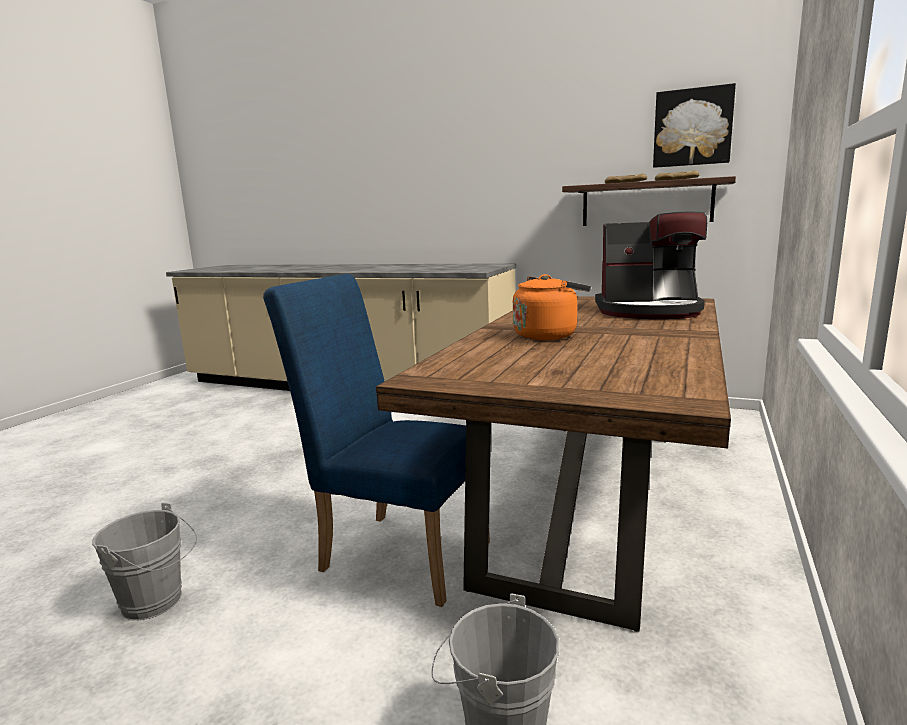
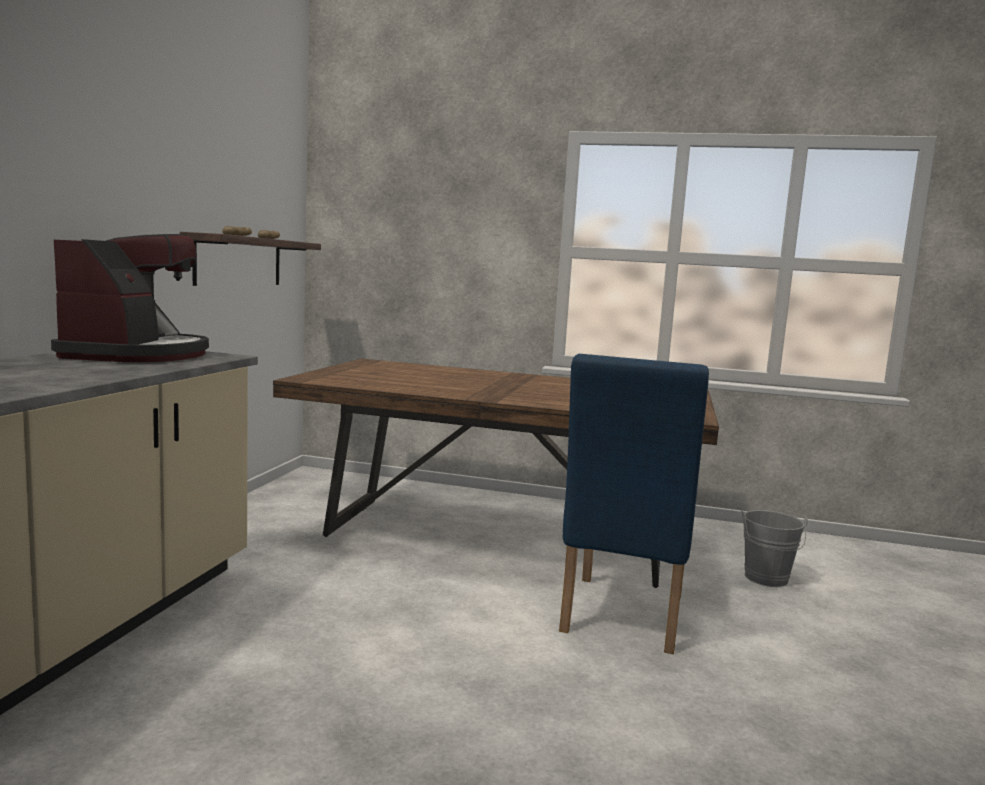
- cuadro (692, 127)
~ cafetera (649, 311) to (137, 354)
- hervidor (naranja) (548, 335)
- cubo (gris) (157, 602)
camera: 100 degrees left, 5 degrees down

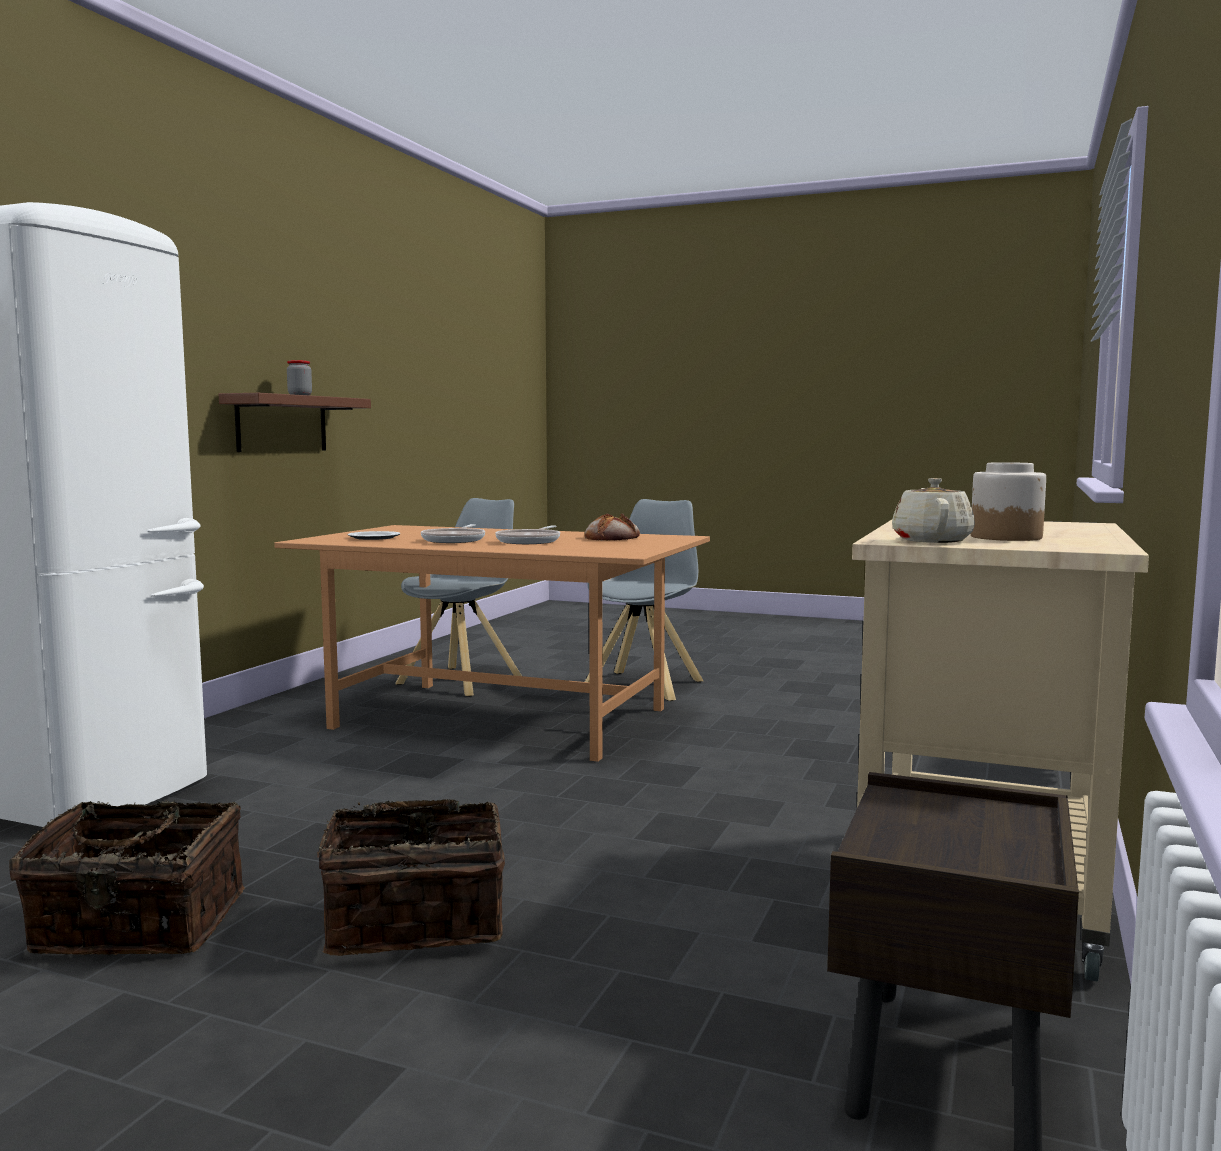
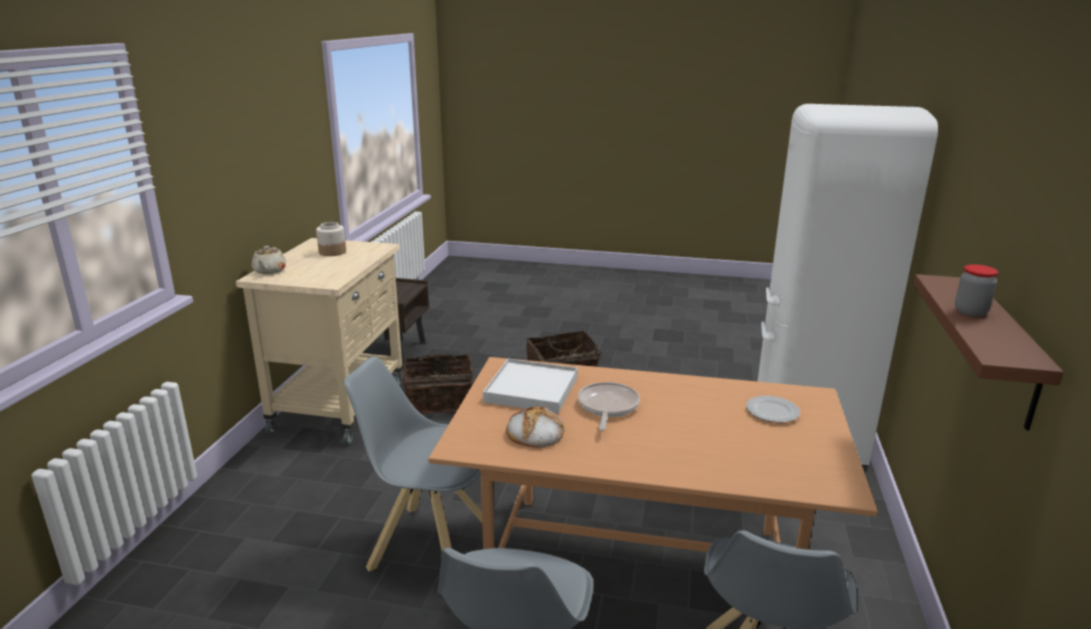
~ tetera (beis) (932, 540) to (269, 271)
- sartén (455, 540)
~ cesta (137, 926) to (439, 401)
+ silla (gris) (427, 544)
+ bandeja (blanco) (532, 389)
camera: 170 degrees right, 15 degrees up

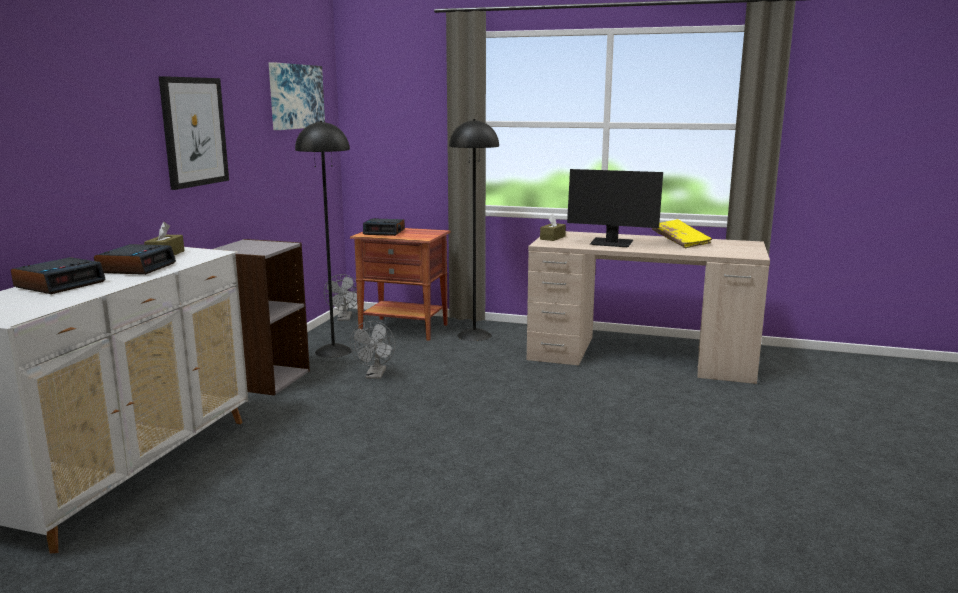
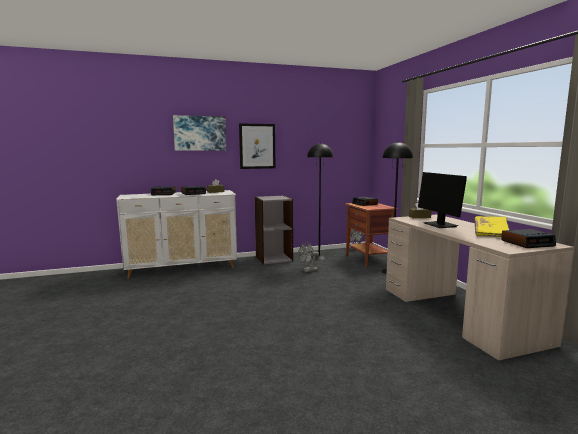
~ cuadro (295, 96) to (200, 133)
+ despertador (527, 243)
camera: 55 degrees right, 5 degrees down

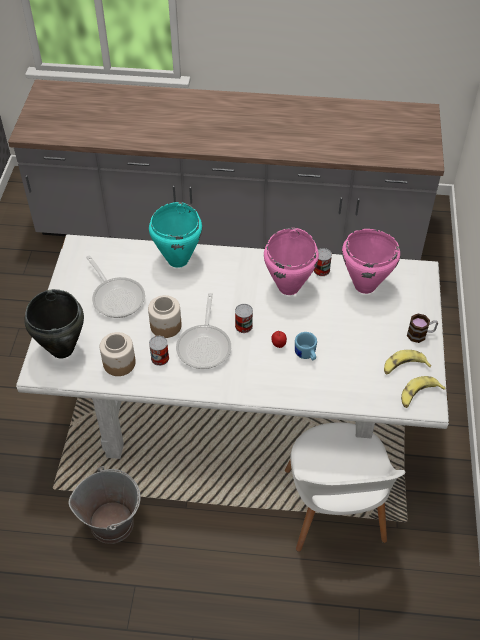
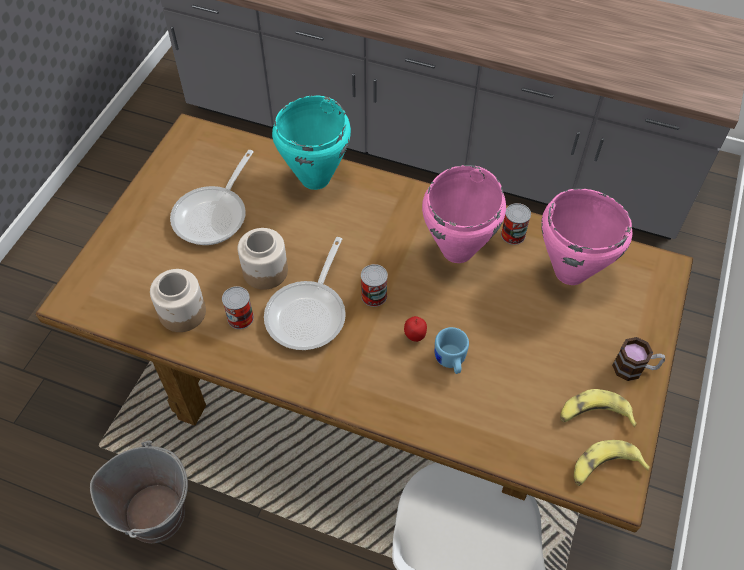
~ mesa de comedor (blanco) (241, 405) to mesa de comedor (marrón) (374, 388)
~ sartén (117, 297) = (214, 215) 45 degrees clockwise
- olla (negro) (62, 350)
camera: 15 degrees right, 5 degrees up

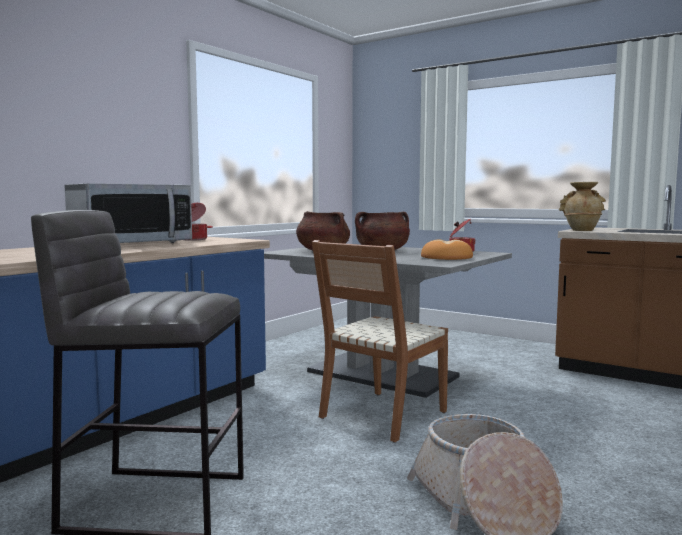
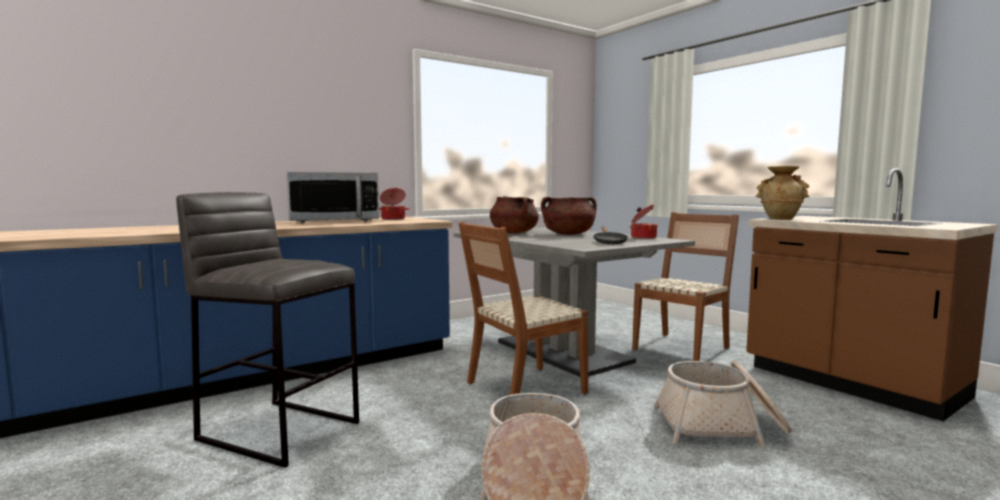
~ pan (446, 257) to sartén (negro) (609, 242)
+ silla (682, 348)
+ cesta (720, 427)
camera: 20 degrees right, 0 degrees up

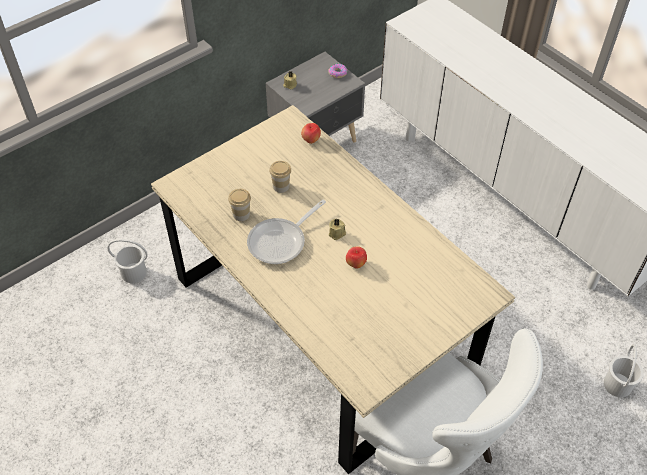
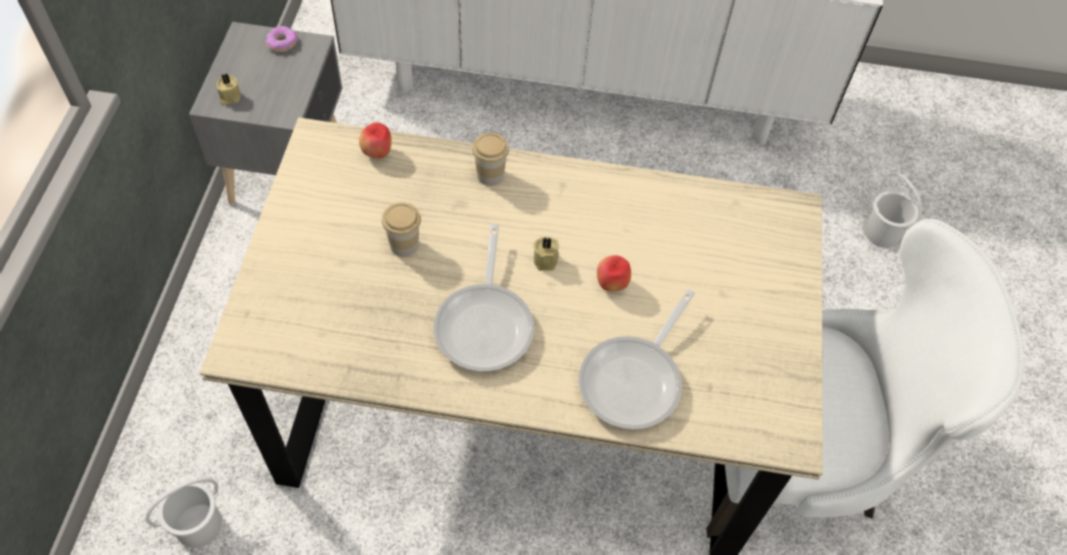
~ taza (241, 214) to (490, 175)
+ sartén (635, 379)
camera: 45 degrees left, 5 degrees up

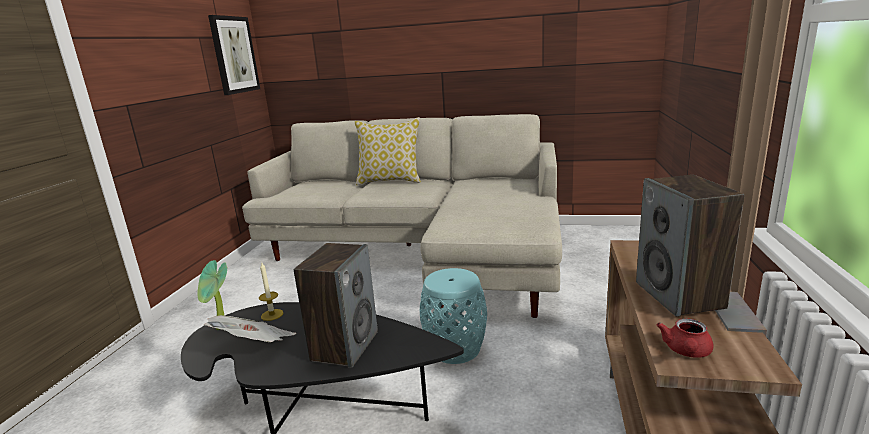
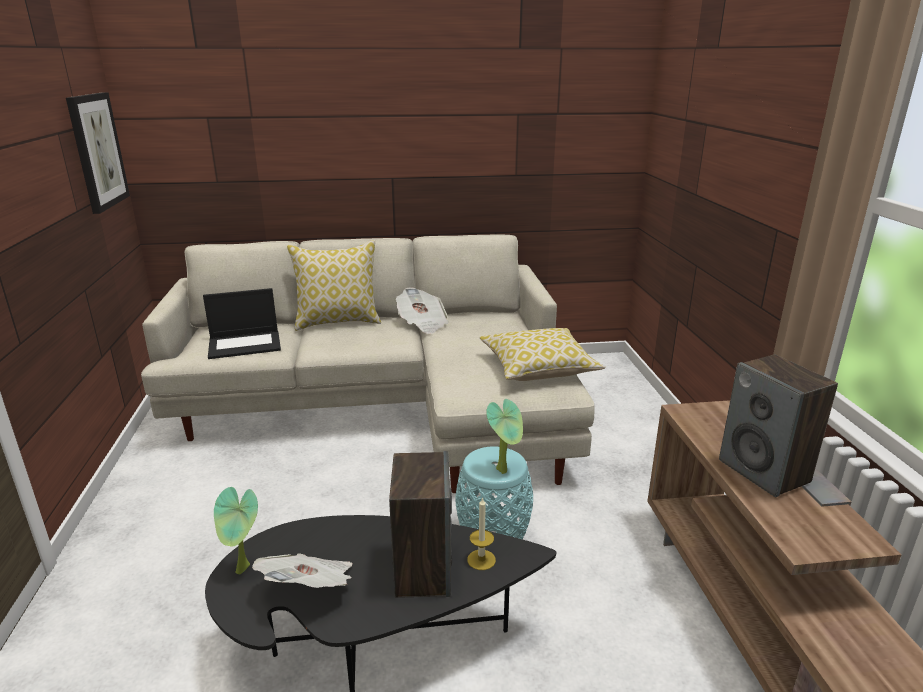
~ vela (272, 315) to (481, 560)
- tetera (rojo) (686, 352)
+ periódico (422, 324)
+ portátil (245, 344)
+ cojín (538, 368)
+ planta en maceta (504, 470)
camera: 20 degrees left, 5 degrees up

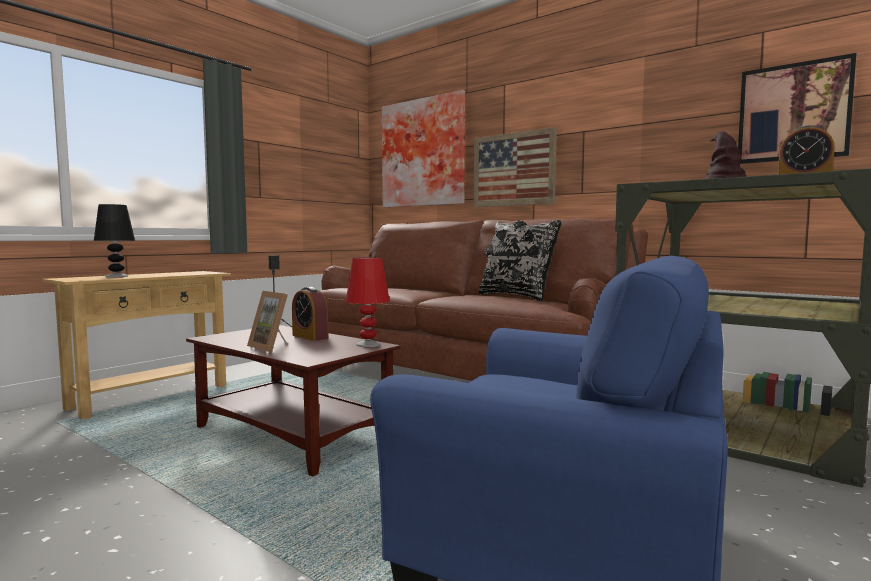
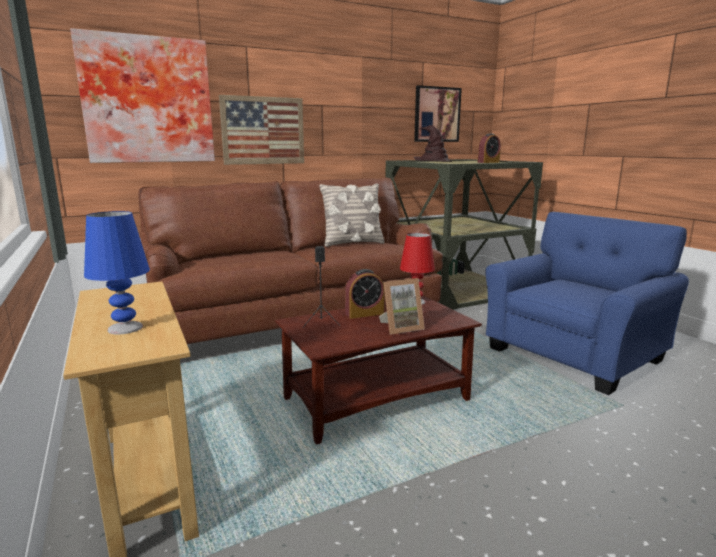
~ lámpara de mesa (negro) (116, 276) to lámpara de mesa (azul) (125, 328)
~ cojín (negro) (515, 297) to cojín (beis) (352, 243)
camera: 65 degrees left, 10 degrees up

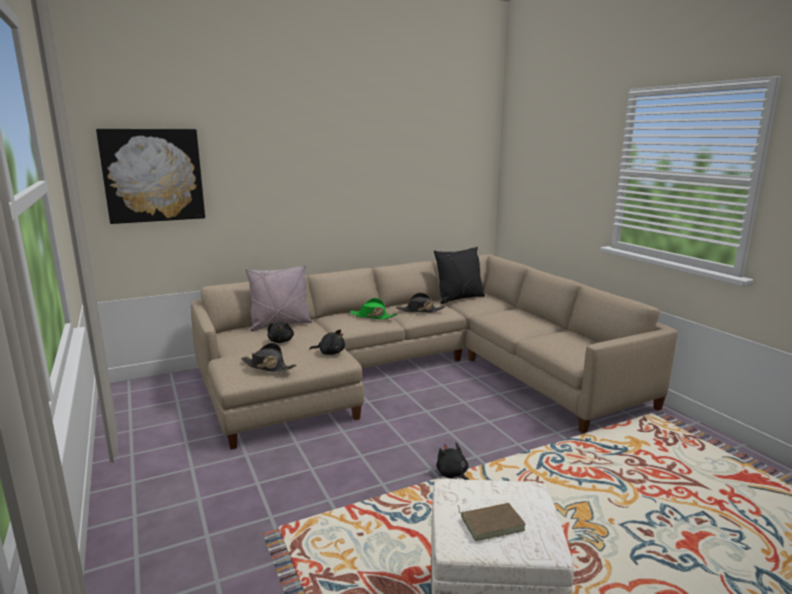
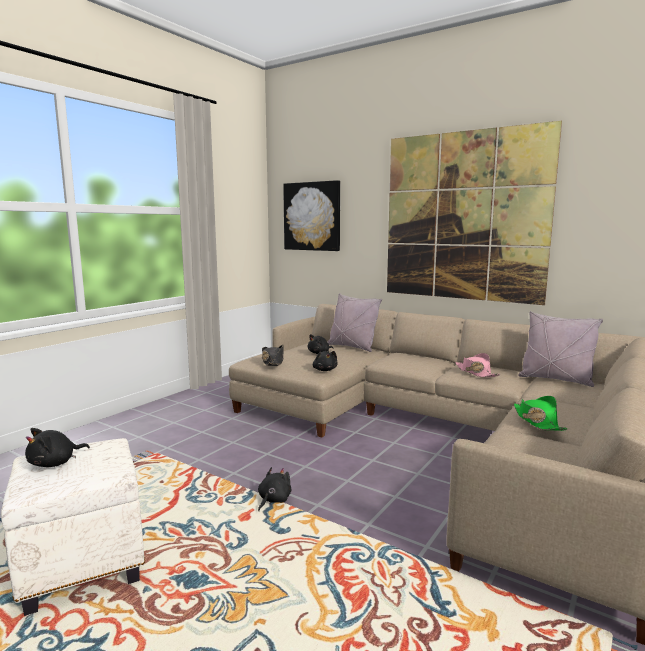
~ cojín (negro) (459, 298) to cojín (morado) (555, 379)
~ sombrero (negro) (420, 310) to sombrero (rosa) (475, 372)
~ sombrero (verde) (372, 316) to (537, 421)
~ libro (marrón) (491, 522) to peluche (negro) (55, 463)
+ cuadro (464, 217)
camera: 60 degrees right, 5 degrees down

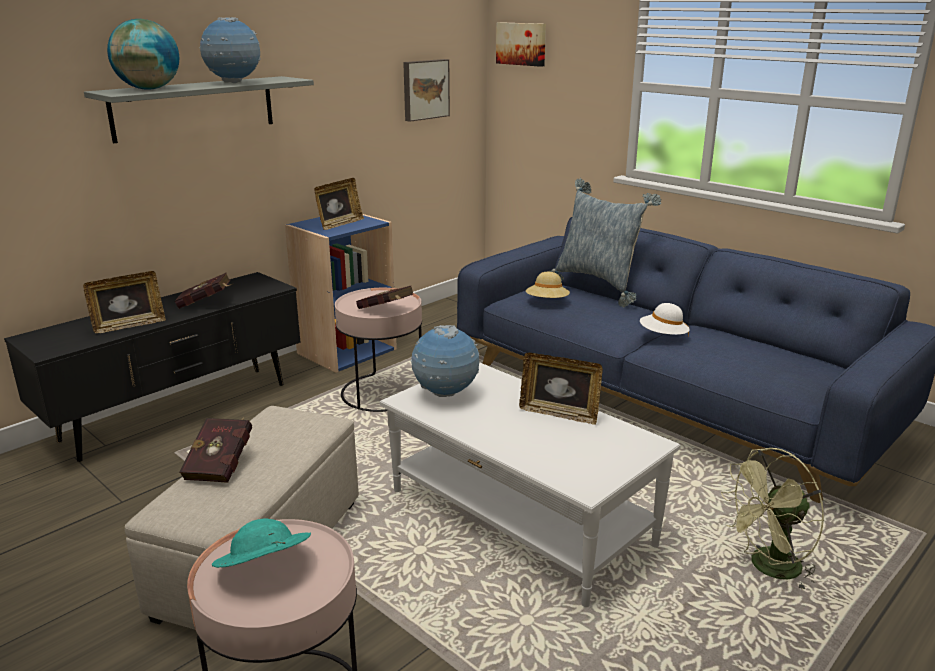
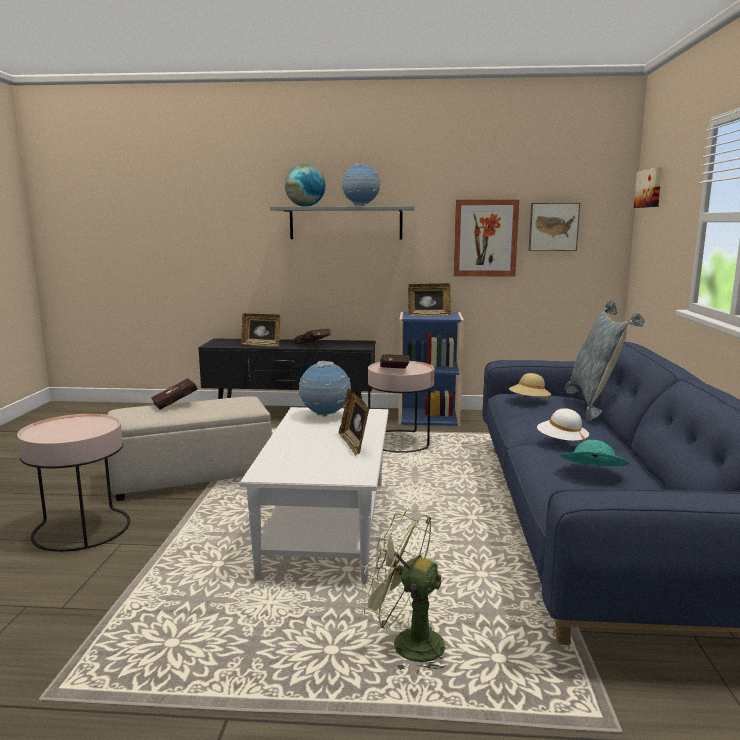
~ sombrero (turquesa) (264, 569) to (592, 474)
+ cuadro (485, 238)
camera: 50 degrees right, 10 degrees down

